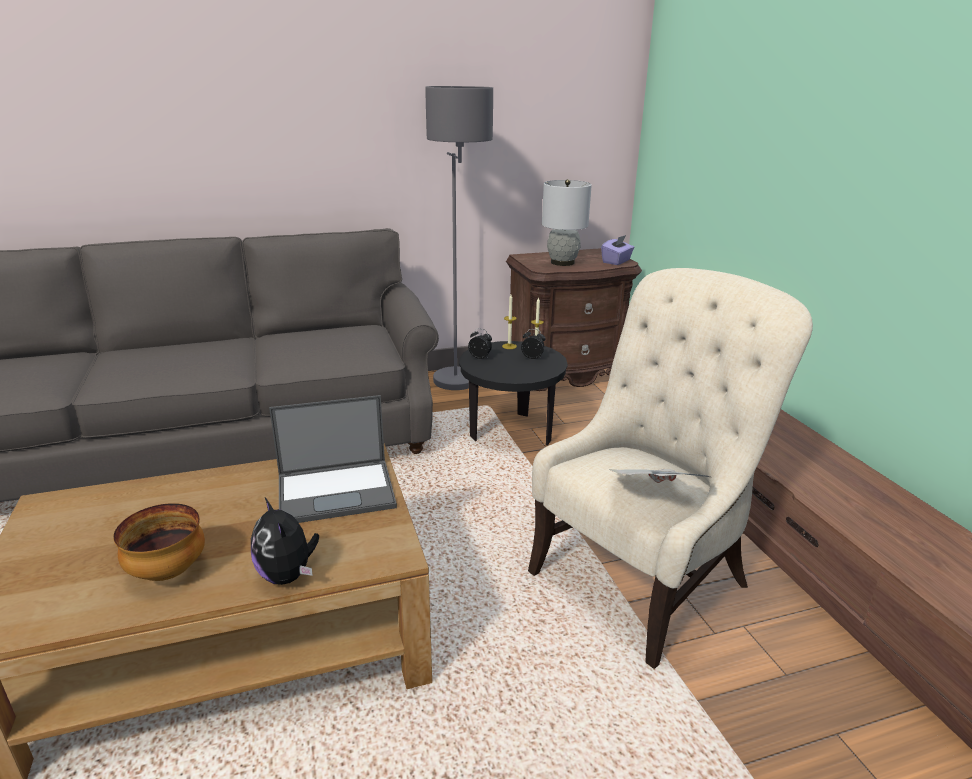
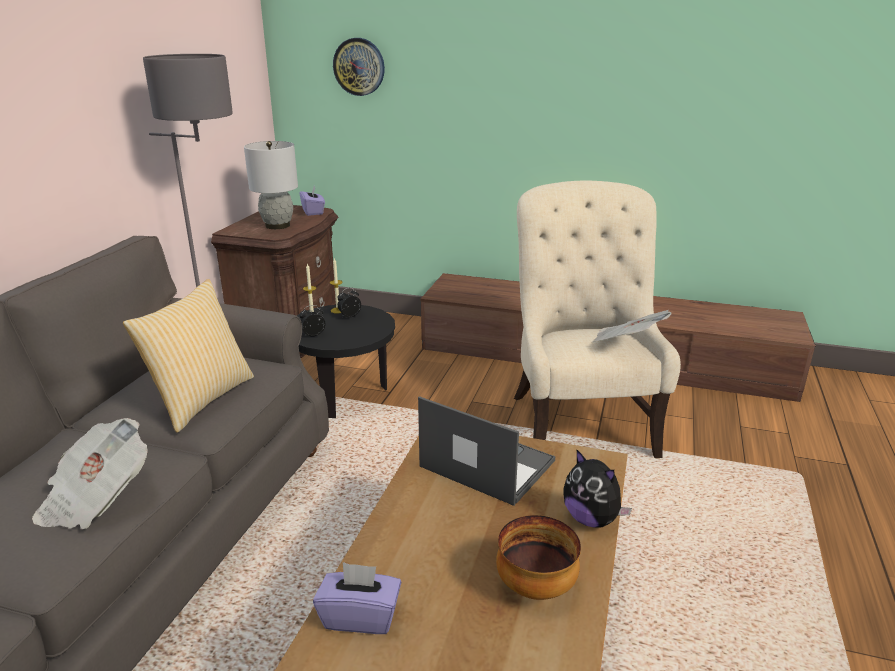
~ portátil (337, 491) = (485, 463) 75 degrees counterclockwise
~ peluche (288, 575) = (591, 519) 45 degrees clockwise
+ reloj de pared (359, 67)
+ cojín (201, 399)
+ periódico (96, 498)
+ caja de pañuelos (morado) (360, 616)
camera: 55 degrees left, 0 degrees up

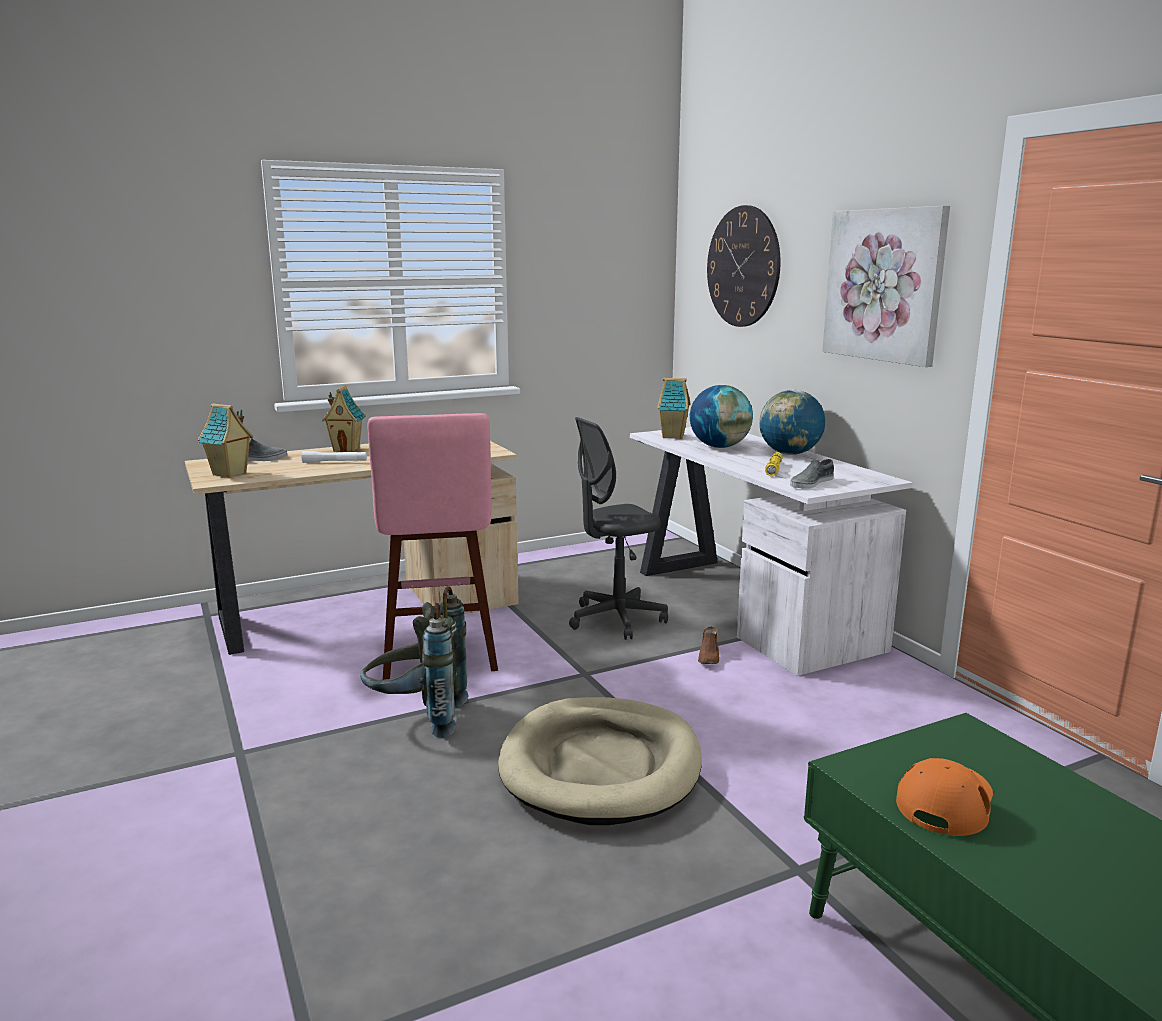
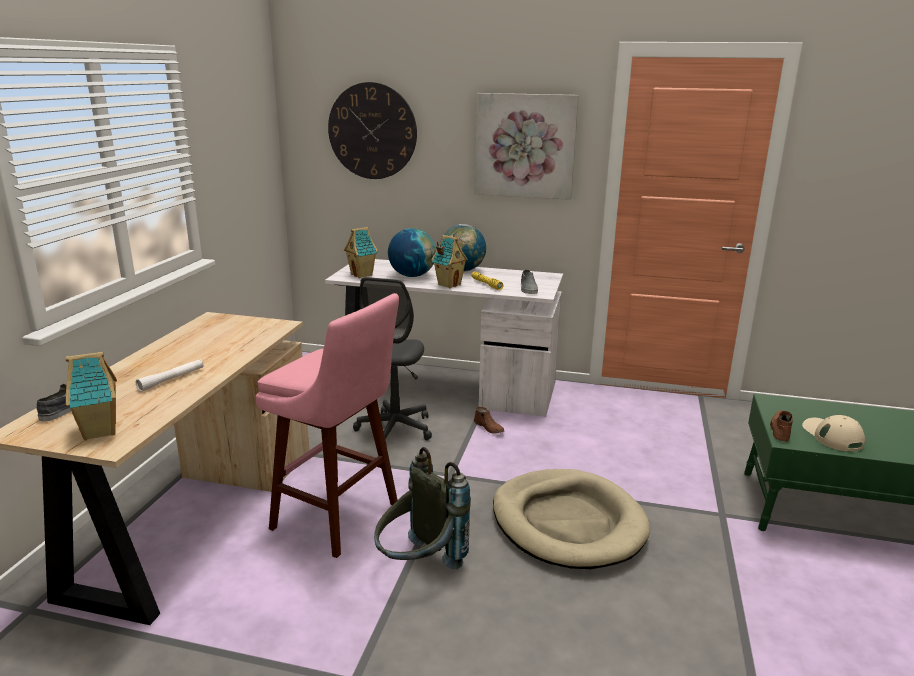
~ casita (347, 449) to (449, 284)
~ gorra (naranja) (946, 801) to gorra (beis) (832, 436)
+ zapato (marrón) (780, 430)
camera: 50 degrees left, 5 degrees up

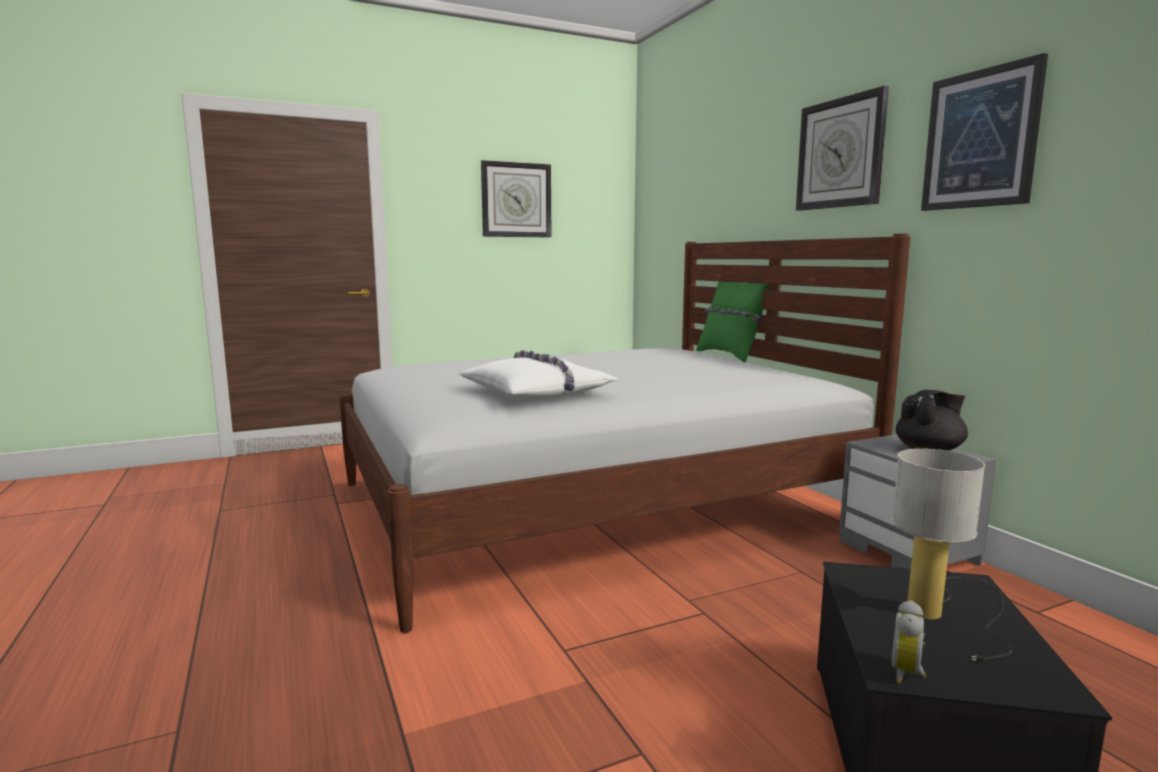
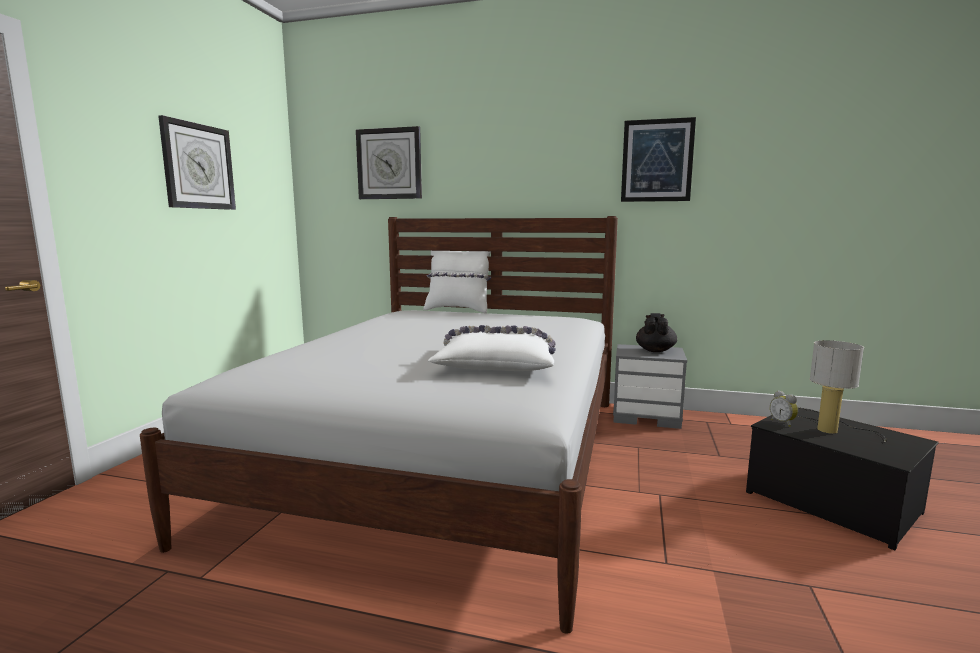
~ reloj de pared (840, 153) to (389, 164)
~ cojín (verde) (730, 355) to cojín (blanco) (458, 310)
~ despertador (908, 673) to (783, 423)
camera: 50 degrees left, 0 degrees up

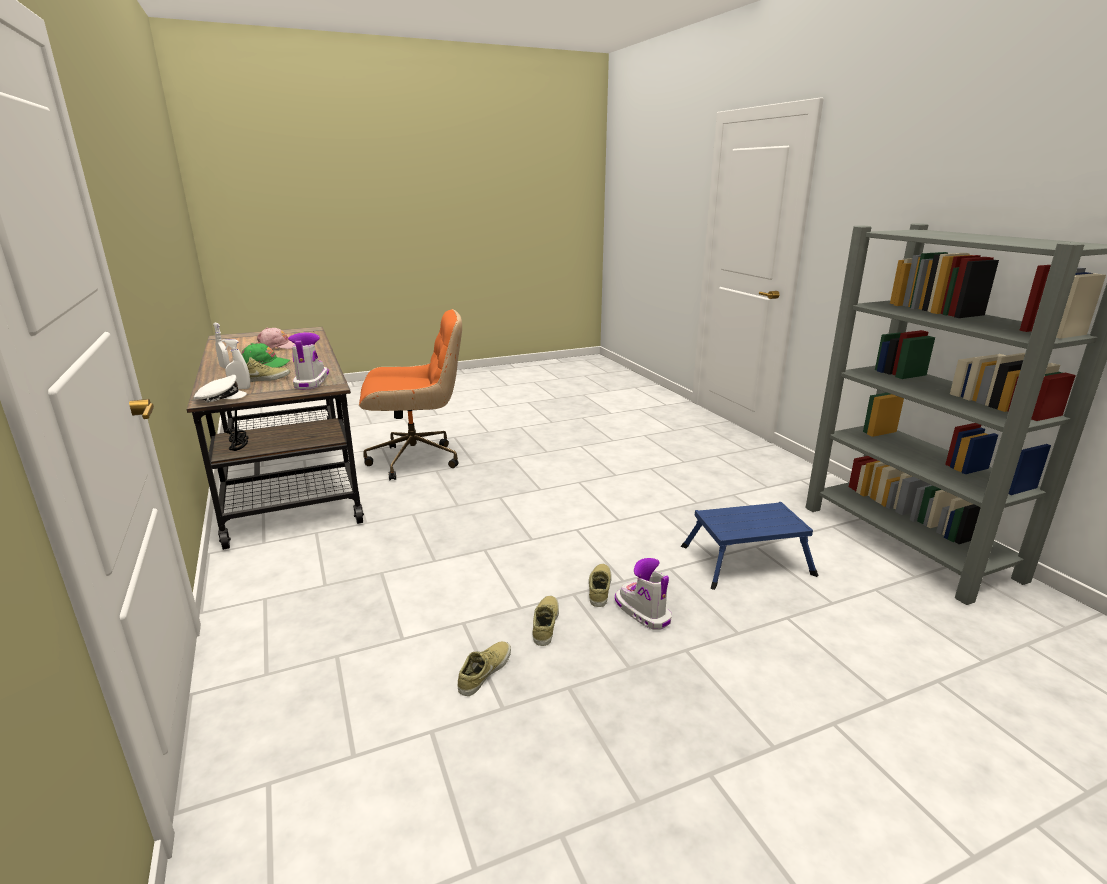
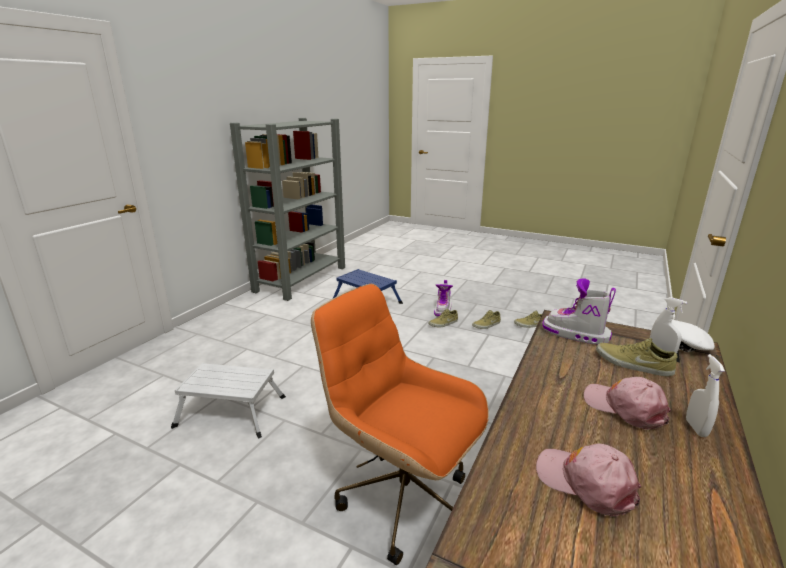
~ bota (311, 382) = (575, 334) 75 degrees clockwise
~ gorra (verde) (265, 364) to gorra (rosa) (625, 407)
+ escalera de tijera (blanco) (230, 411)
camera: 130 degrees left, 0 degrees up

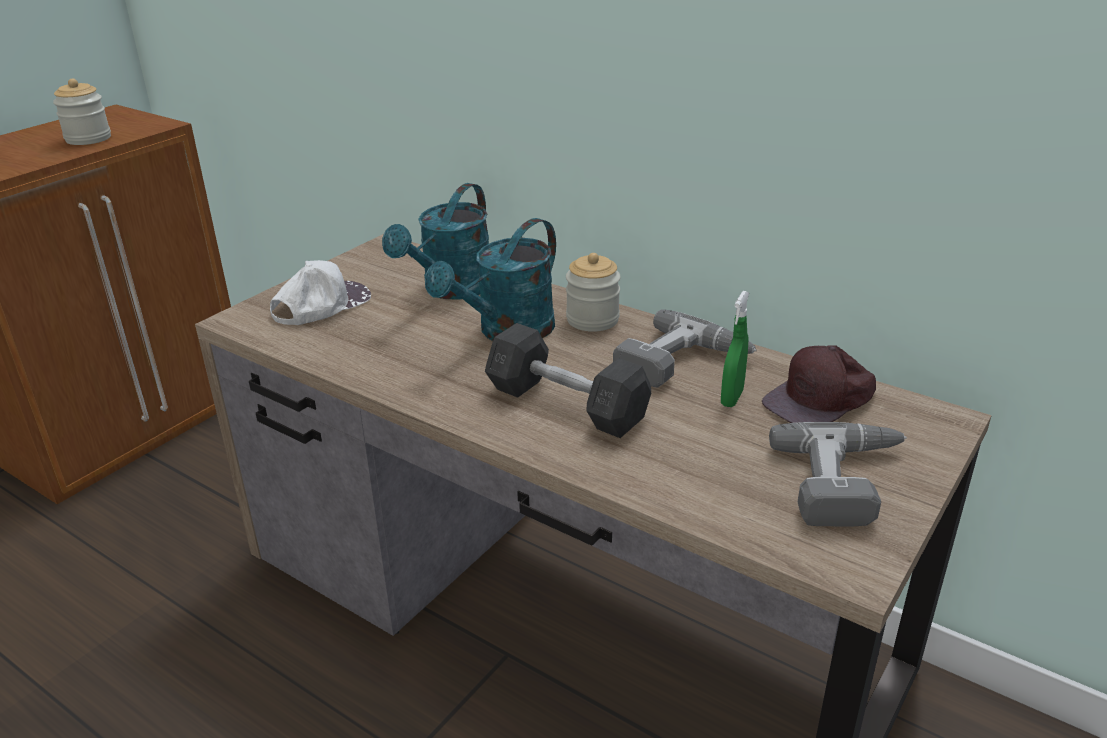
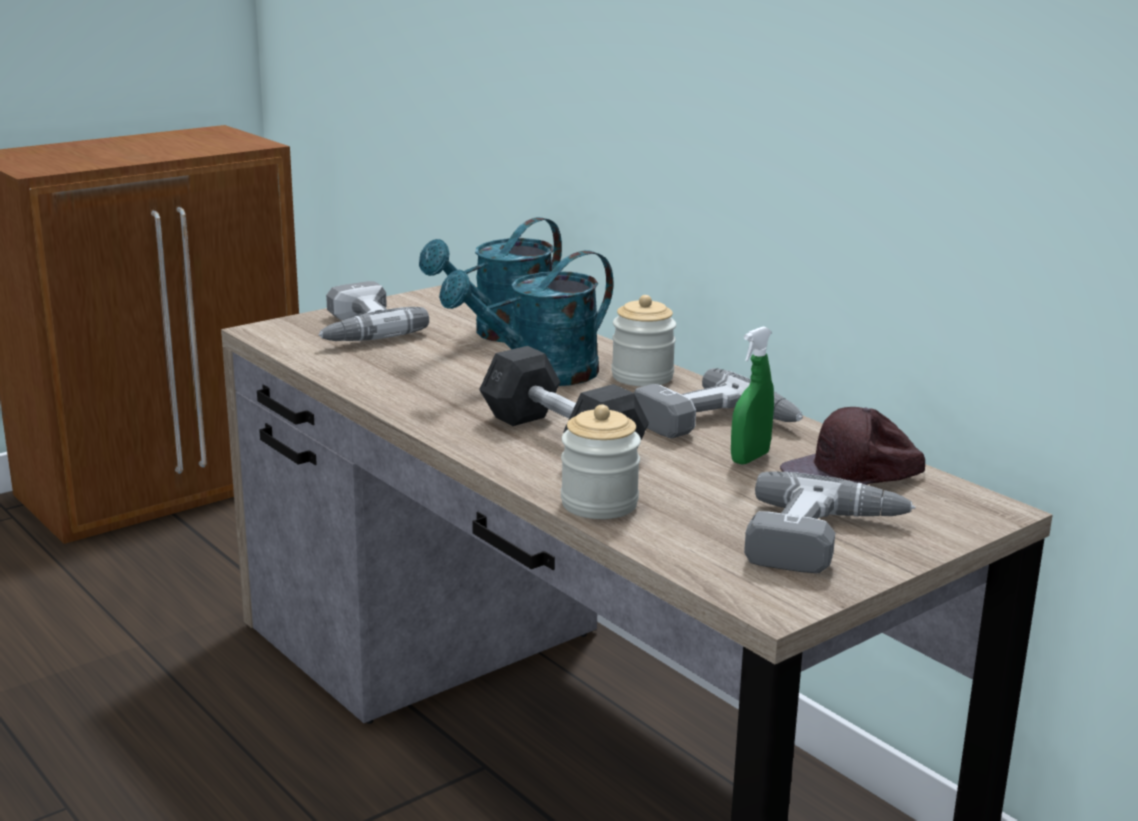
~ tarro (88, 139) to (599, 504)
~ gorra (blanco) (320, 304) to taladro (356, 329)
camera: 15 degrees right, 10 degrees down

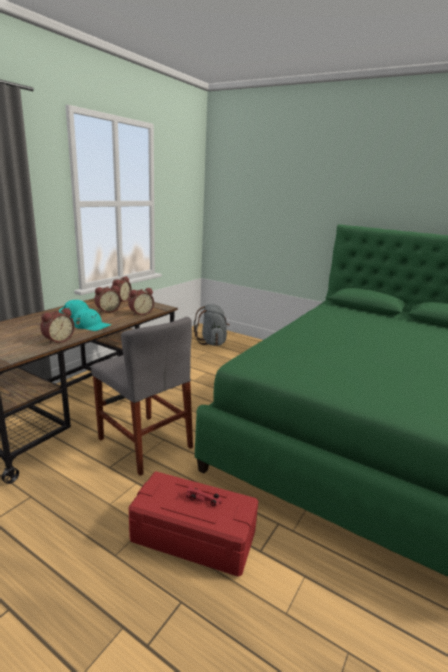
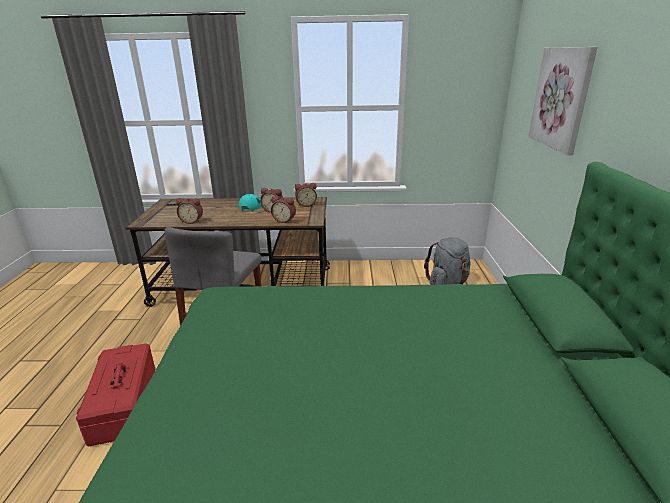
- gorra (turquesa) (92, 325)
+ cuadro (561, 98)
camera: 60 degrees right, 5 degrees up

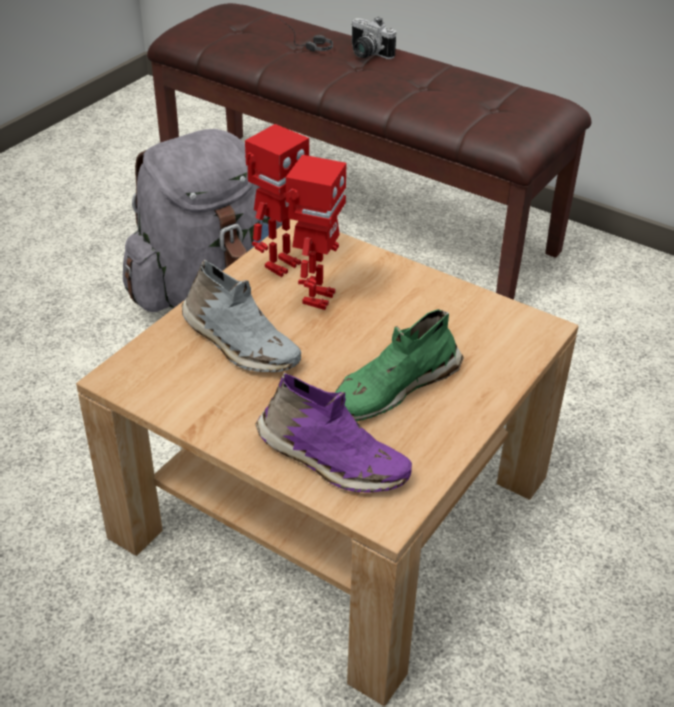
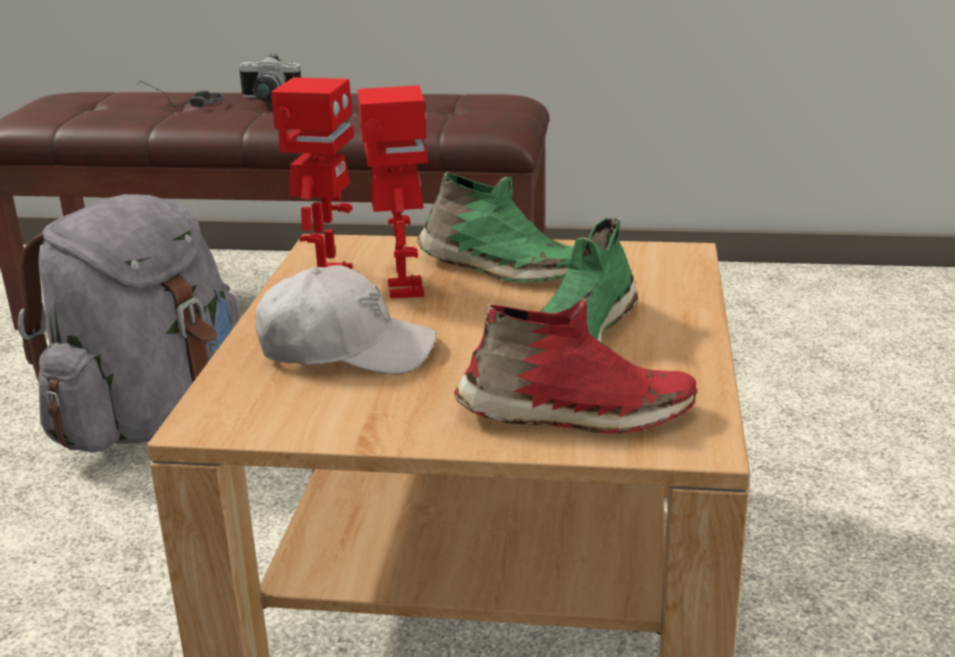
~ zapato (gris) (239, 343) to gorra (blanco) (345, 349)
~ zapato (morado) (331, 460) to zapato (rojo) (575, 416)
+ zapato (verde) (500, 269)
camera: 25 degrees left, 15 degrees down

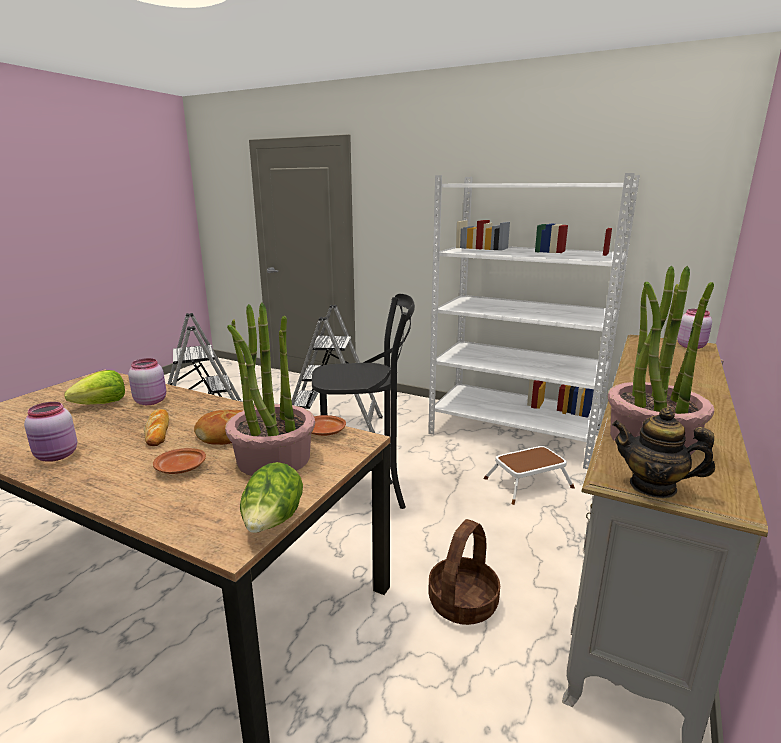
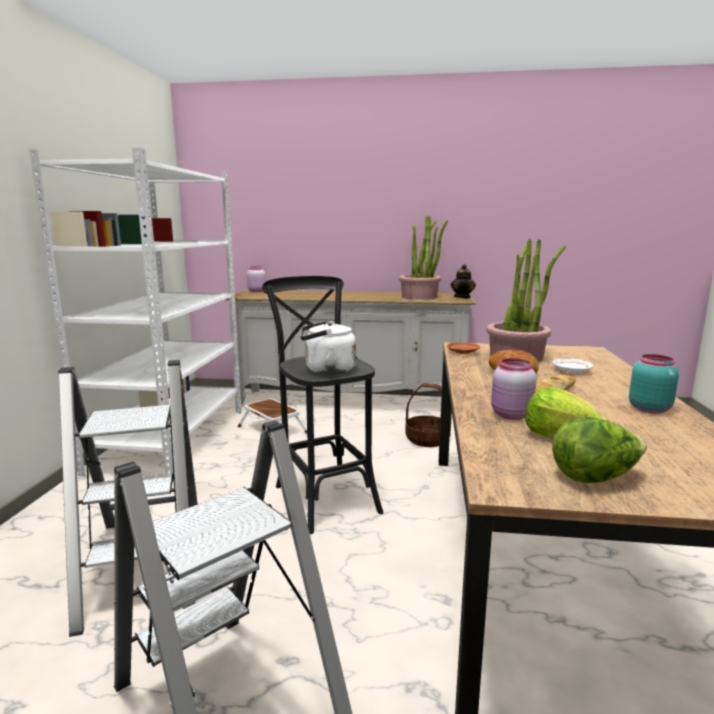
~ tarro (rosa) (57, 456) to tarro (turquesa) (649, 408)
~ plato (marrón) (181, 468) to plato (blanco) (571, 371)
~ lechuga (273, 523) to (595, 477)
+ hervidor (blanco) (326, 370)
camera: 110 degrees left, 5 degrees down

